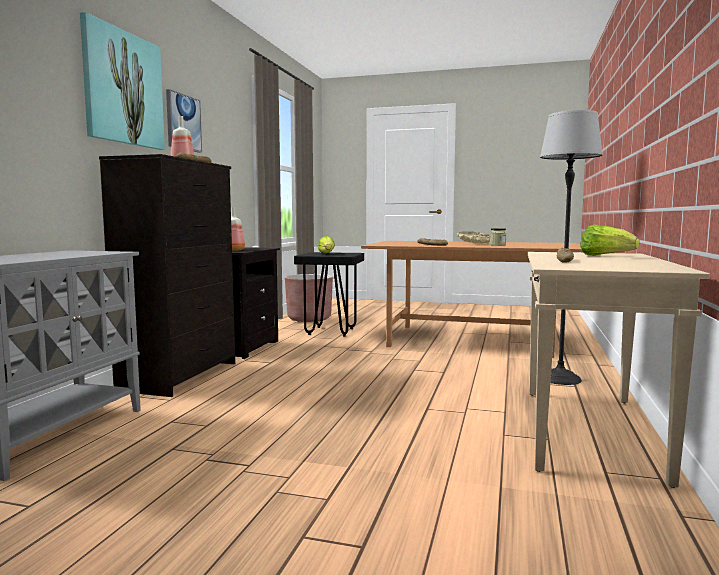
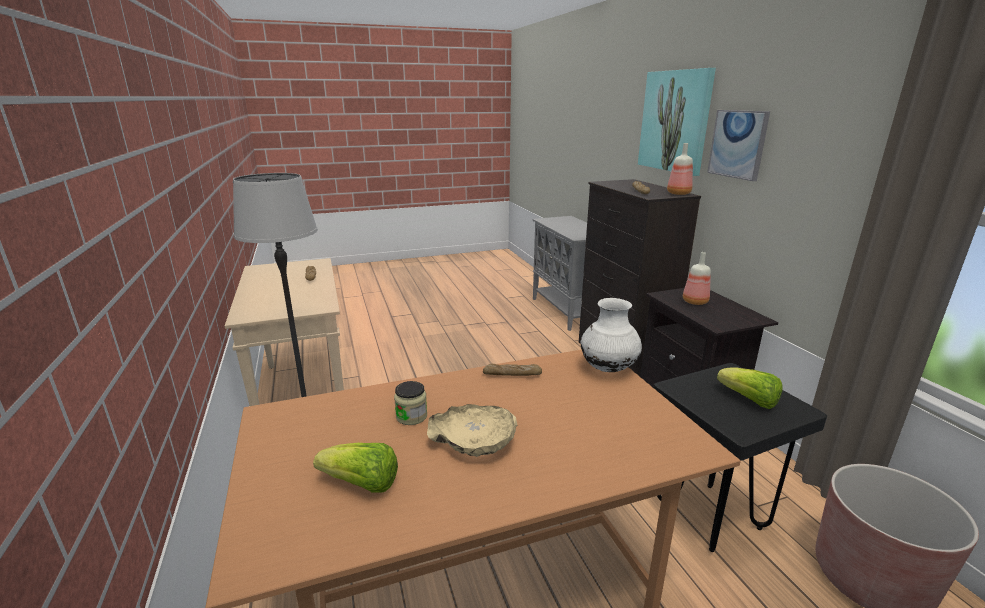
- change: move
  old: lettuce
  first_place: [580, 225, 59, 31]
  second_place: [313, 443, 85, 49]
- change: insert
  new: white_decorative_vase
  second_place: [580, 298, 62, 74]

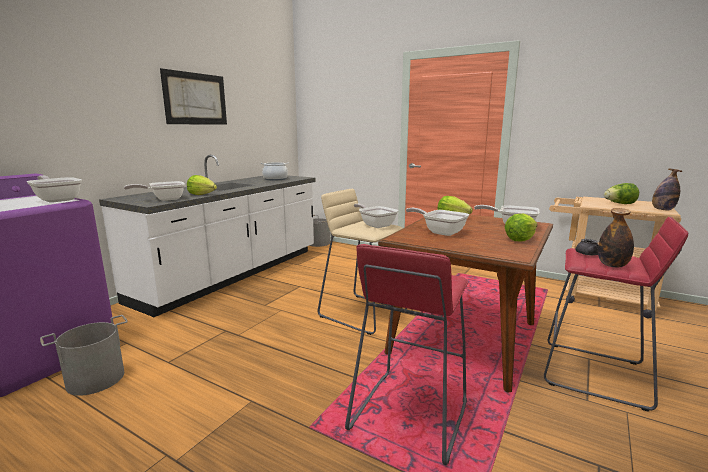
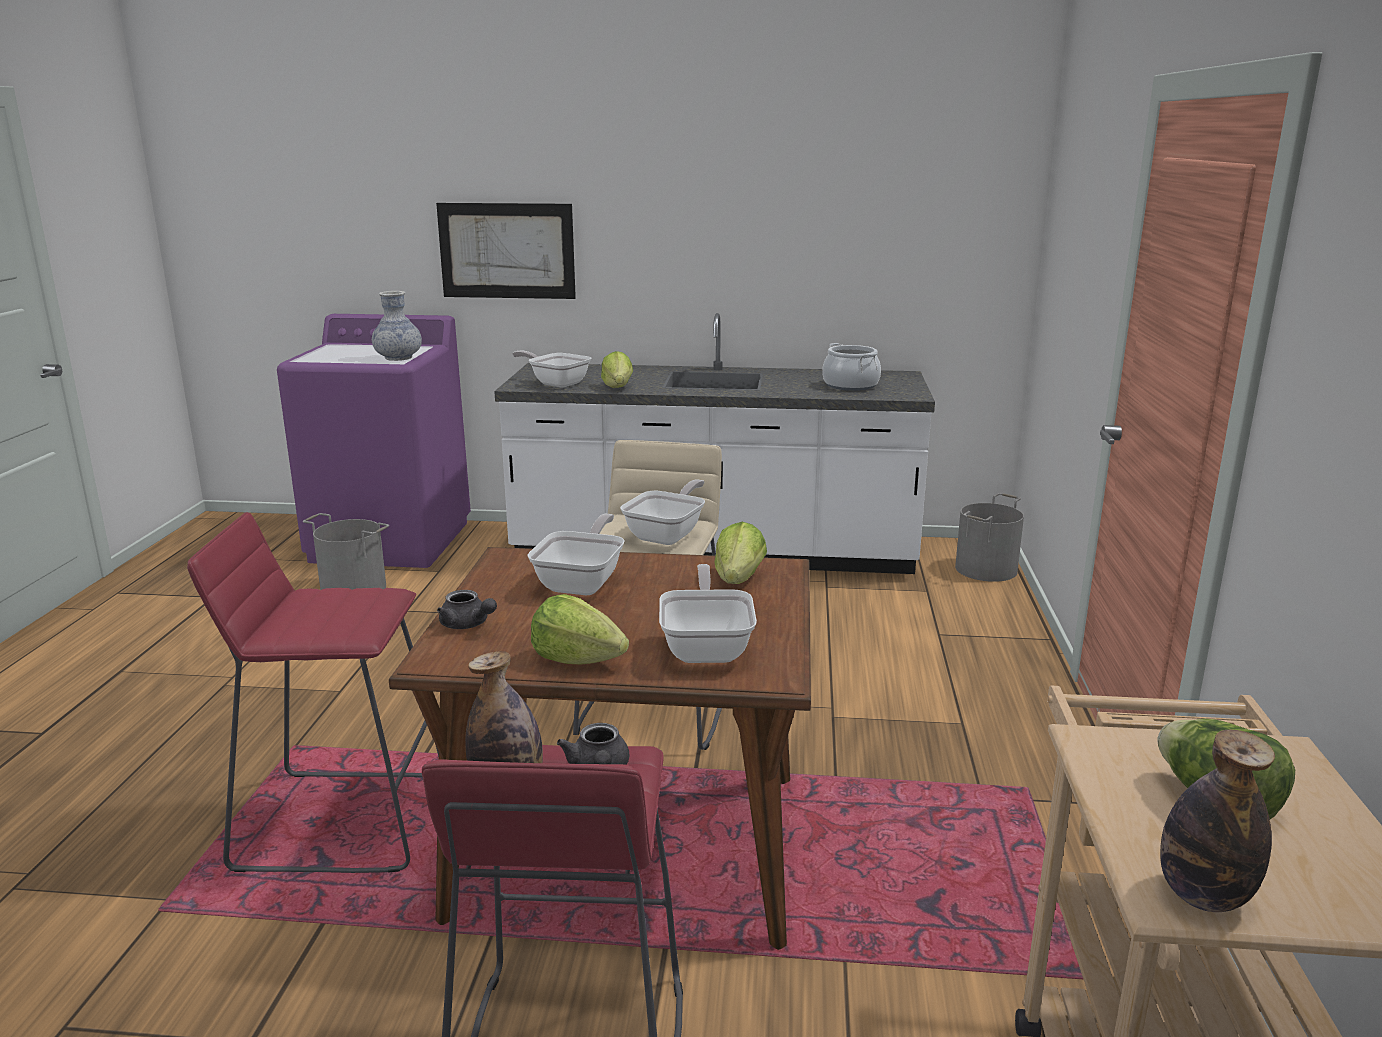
- change: replace
  old: frying_pan
  new: decorative_vase
  first_place: [27, 175, 55, 28]
  second_place: [372, 291, 50, 70]
- change: move
  old: wall_picture
  first_place: [160, 68, 67, 57]
  second_place: [436, 203, 140, 96]
- change: insert
  new: greyish_teapot
  second_place: [437, 590, 60, 39]

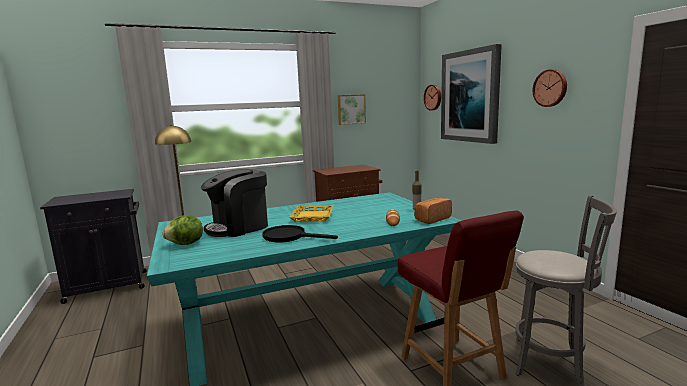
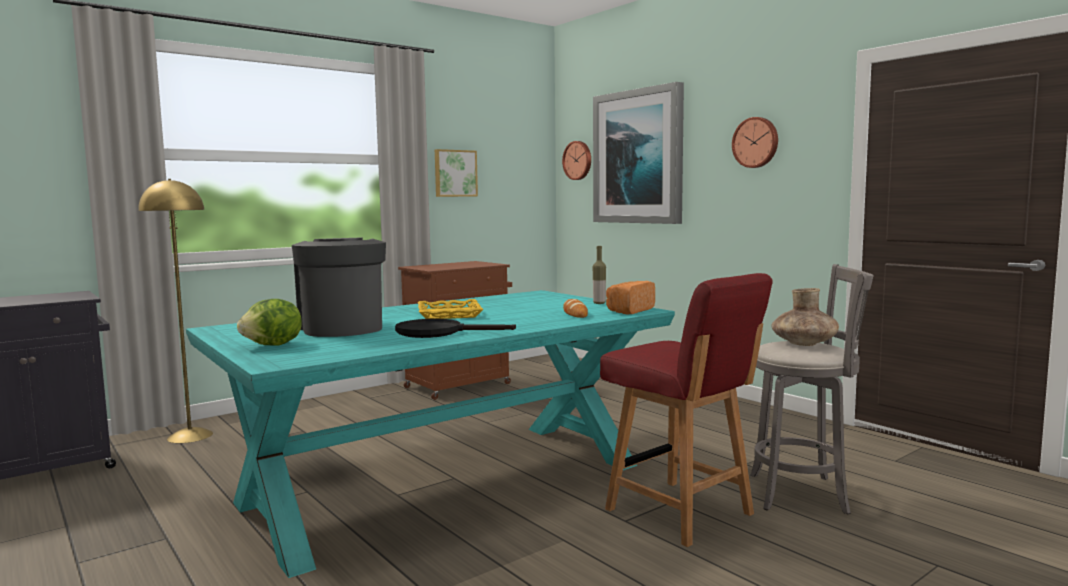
- change: rotate
  old: coffee_brewer
  first_place: [201, 169, 67, 68]
  second_place: [292, 237, 94, 100]
  degrees: 120
- change: insert
  new: brown_decorative_vase
  second_place: [772, 288, 67, 58]

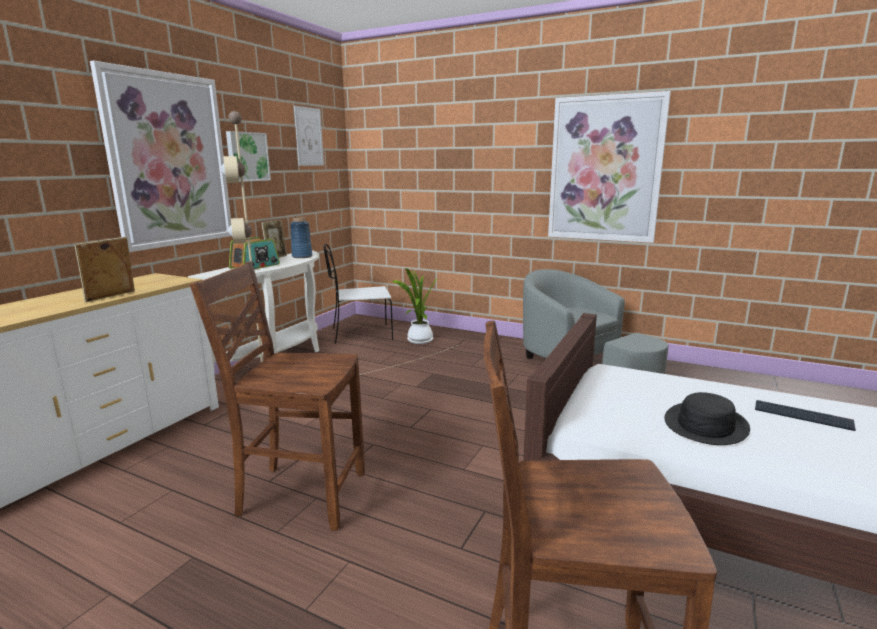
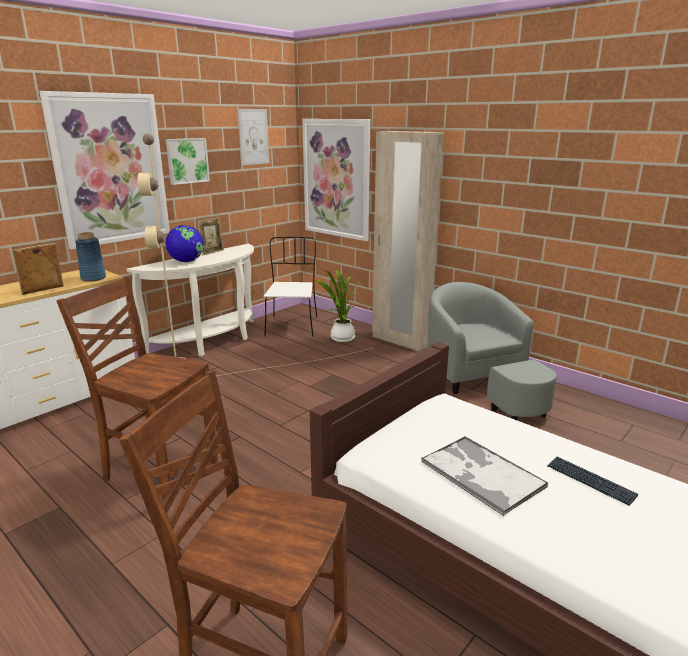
- change: move
  old: blue-coloured_decorative_vase
  first_place: [290, 217, 22, 41]
  second_place: [75, 232, 31, 50]
- change: replace
  old: radio_receiver
  new: desk_globe
  first_place: [229, 237, 51, 32]
  second_place: [166, 225, 38, 37]
- change: rotate
  old: white_chair
  first_place: [324, 244, 69, 100]
  second_place: [264, 237, 53, 100]
  degrees: 90
- change: move
  old: wall_picture
  first_place: [548, 91, 123, 152]
  second_place: [302, 119, 68, 122]
- change: insert
  new: beige_armoire
  second_place: [372, 131, 72, 220]
- change: replace
  old: black-coloured_hat
  new: serving_tray
  first_place: [664, 392, 86, 53]
  second_place: [421, 436, 127, 80]

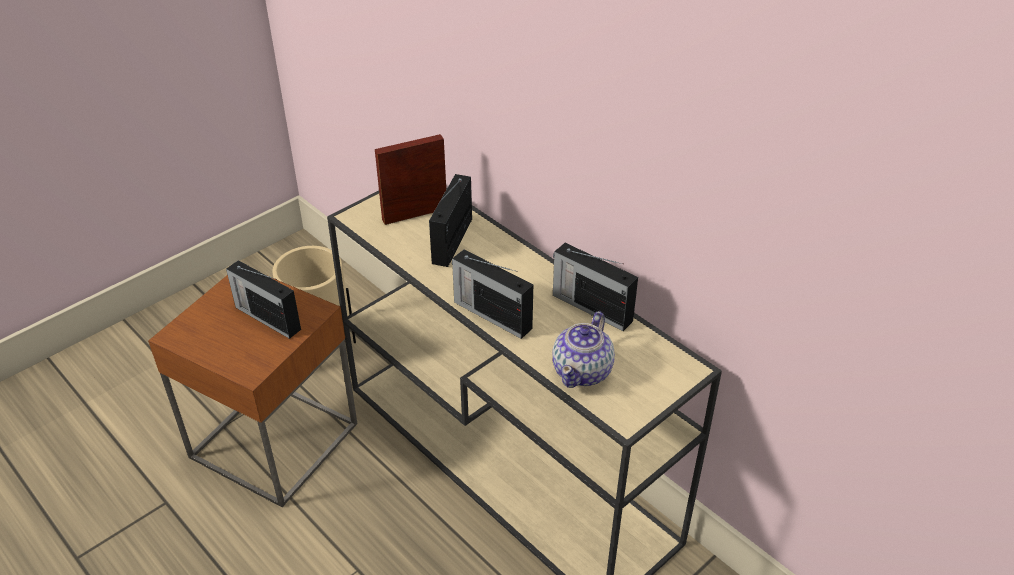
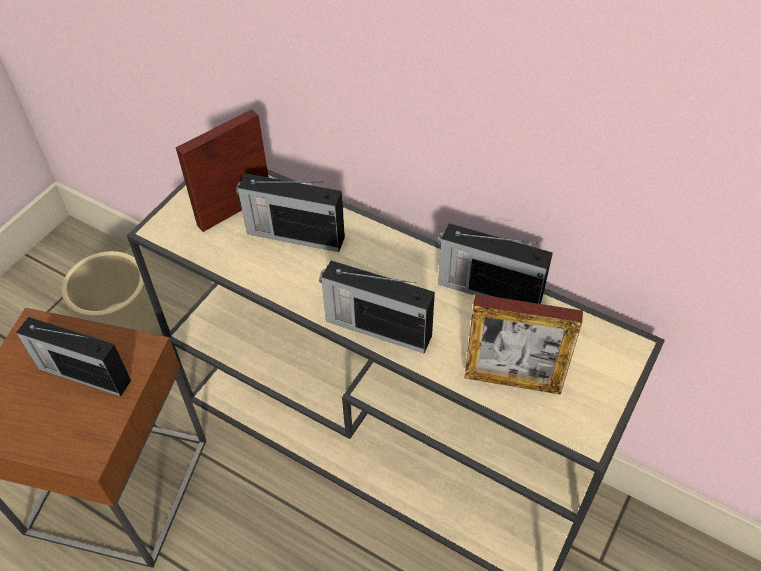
- change: rotate
  old: radio_receiver
  first_place: [429, 174, 43, 93]
  second_place: [236, 173, 109, 79]
  degrees: -75
- change: replace
  old: teapot
  new: picture_frame
  first_place: [552, 311, 63, 77]
  second_place: [464, 294, 119, 101]

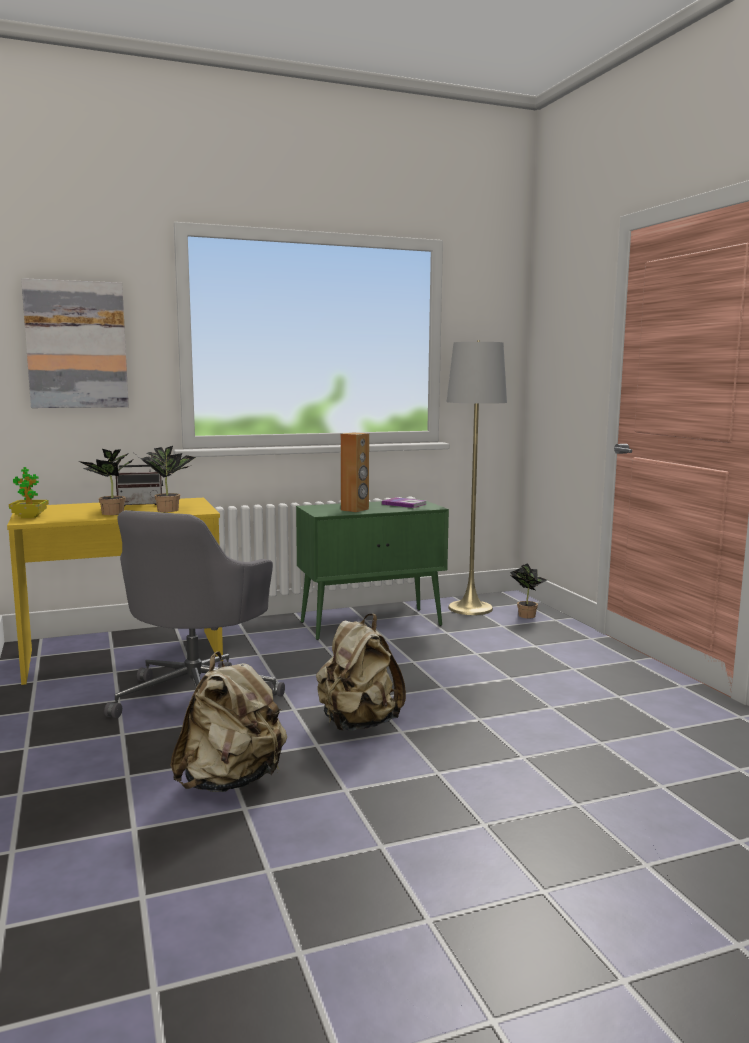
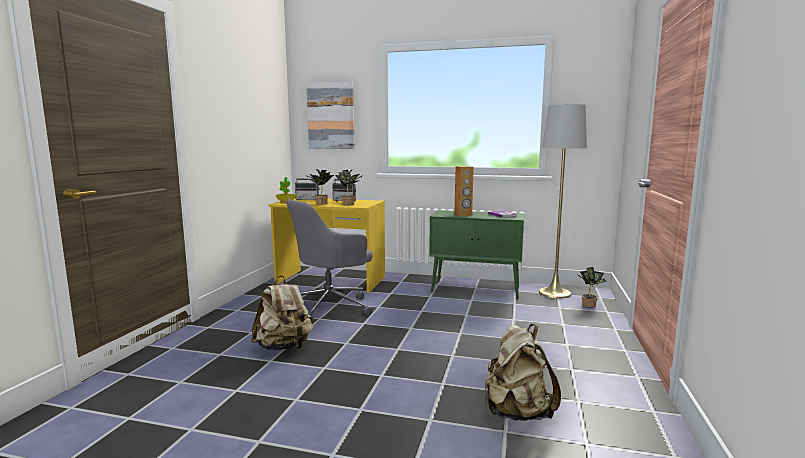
- change: insert
  new: radio_receiver
  second_place: [295, 172, 24, 28]
- change: move
  old: beige_knapsack
  first_place: [316, 614, 90, 117]
  second_place: [484, 324, 77, 97]

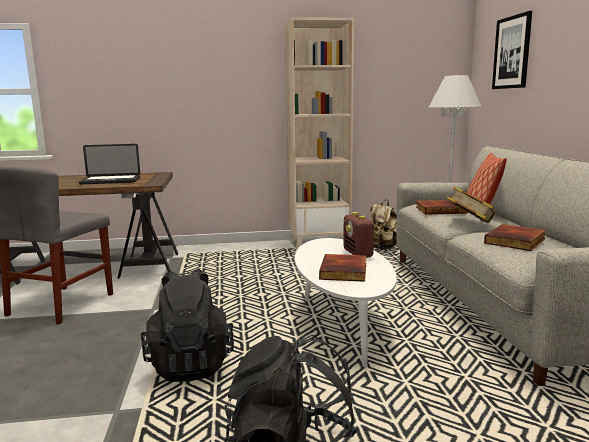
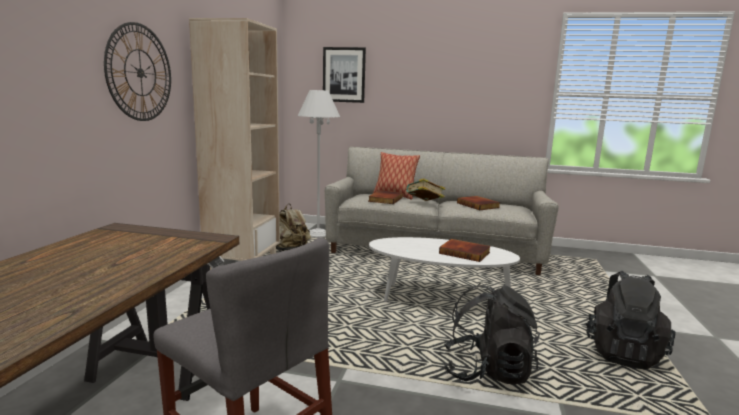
- change: insert
  new: wall_clock
  second_place: [104, 22, 67, 99]
- change: delete
  old: notebook_computer
  first_place: [79, 144, 61, 41]
- change: delete
  old: radio_receiver
  first_place: [343, 212, 33, 46]

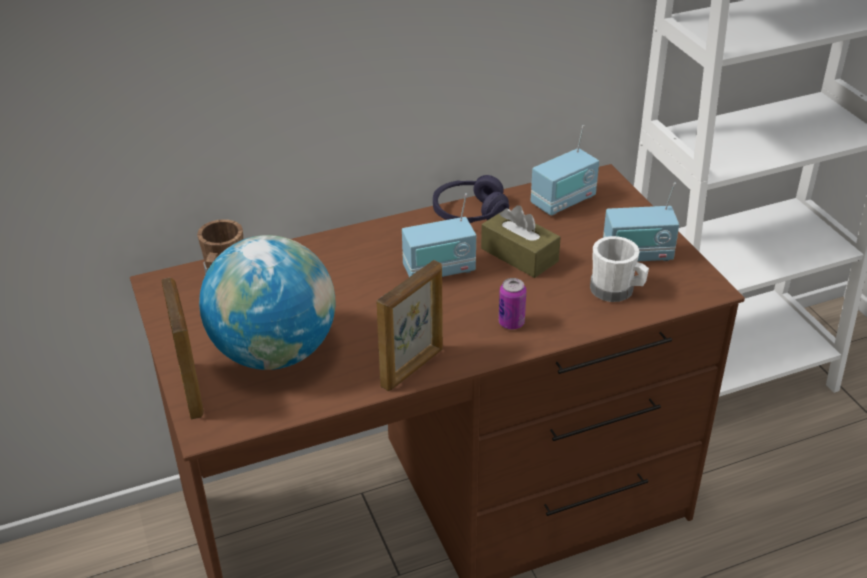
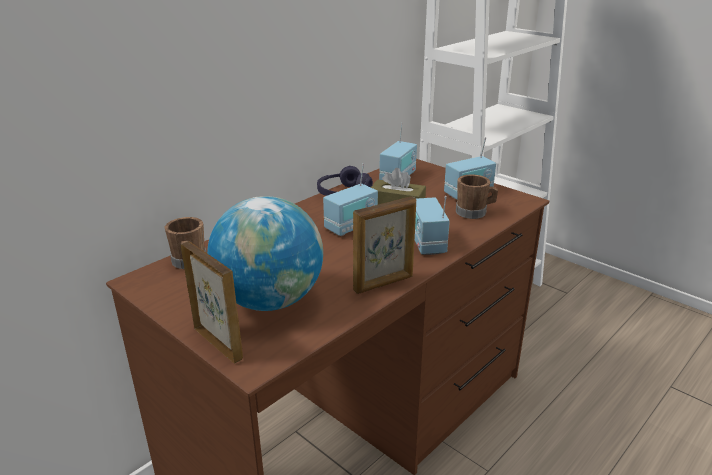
- change: rotate
  old: picture_frame
  first_place: [376, 260, 67, 131]
  second_place: [353, 196, 63, 98]
  degrees: 45
- change: replace
  old: can
  new: radio_receiver
  first_place: [499, 278, 27, 52]
  second_place: [415, 196, 35, 59]
- change: recolor
  old: white_tea_mug
  new: brown_tea_mug
  first_place: [590, 236, 59, 66]
  second_place: [456, 174, 42, 45]

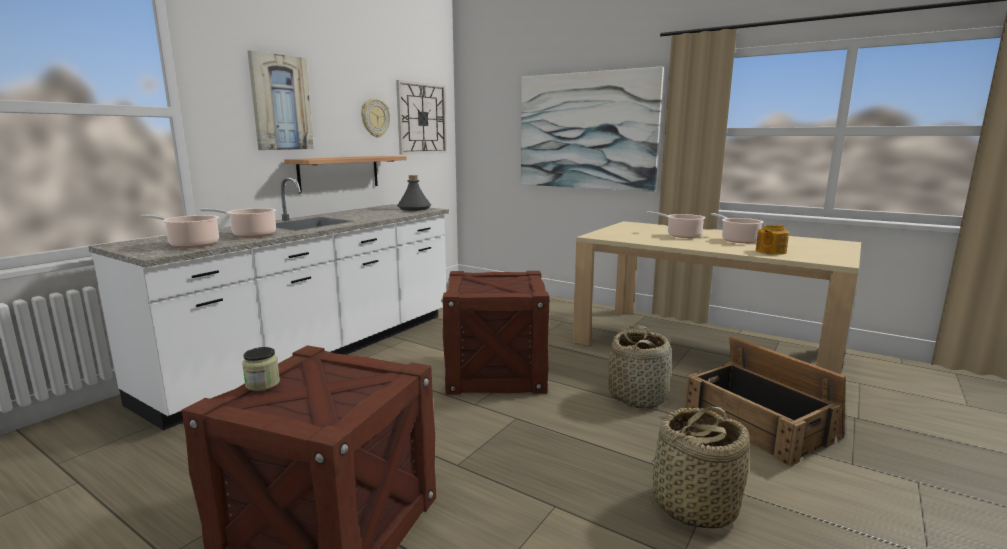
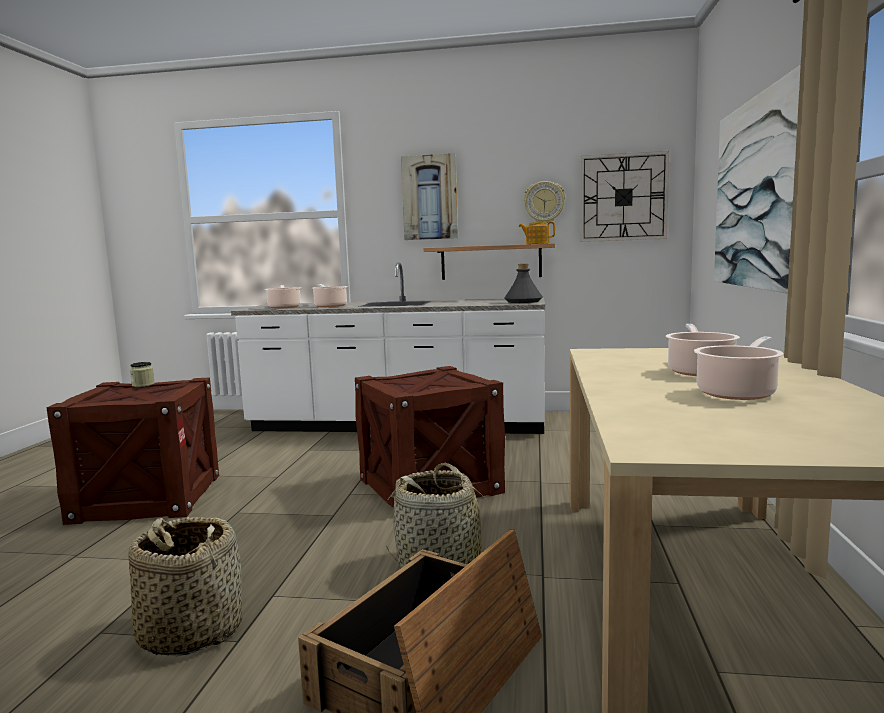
- change: move
  old: teapot
  first_place: [756, 224, 33, 31]
  second_place: [519, 222, 36, 22]

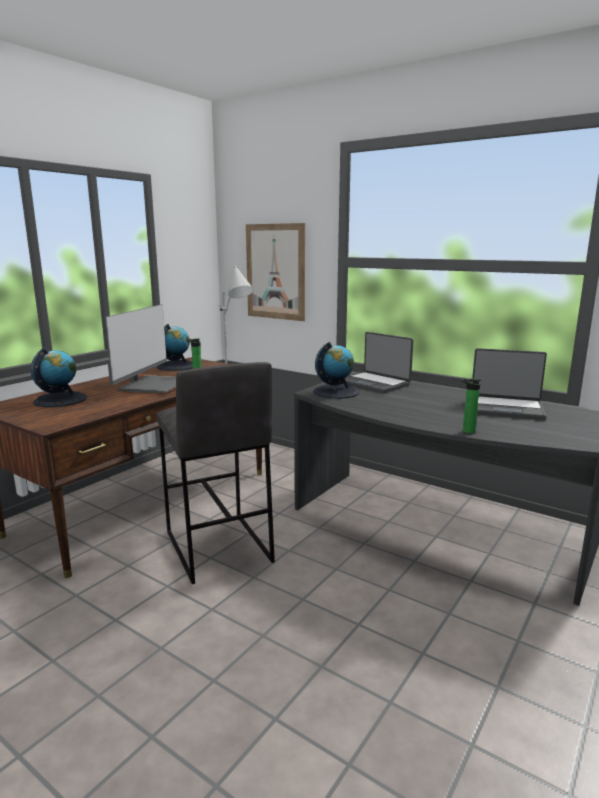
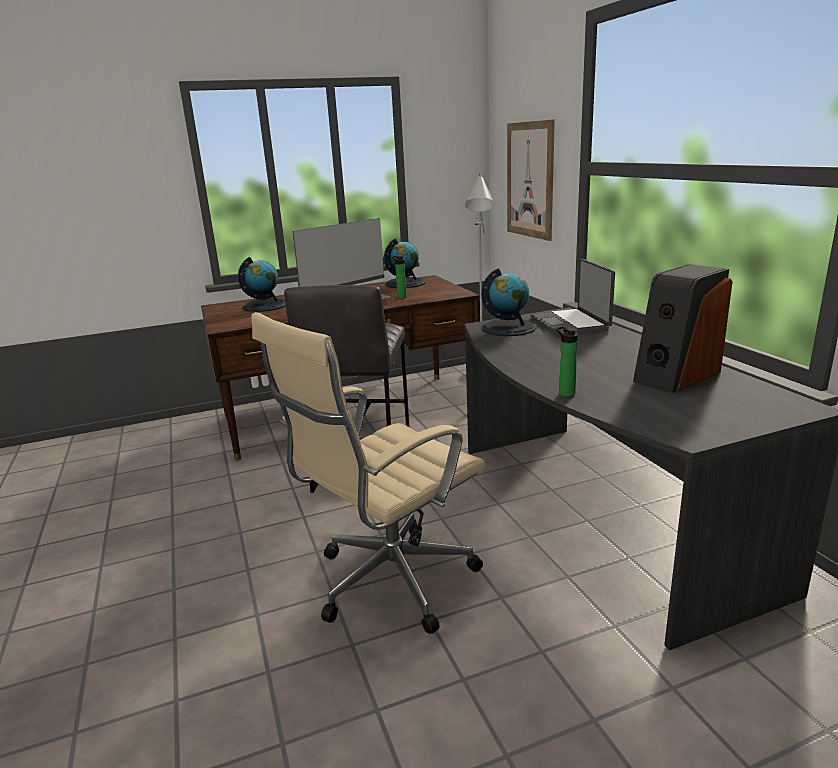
- change: insert
  new: beige_office_chair
  second_place: [251, 312, 234, 322]
- change: replace
  old: notebook_computer
  new: audio_speaker
  first_place: [472, 348, 75, 72]
  second_place: [633, 264, 100, 129]

